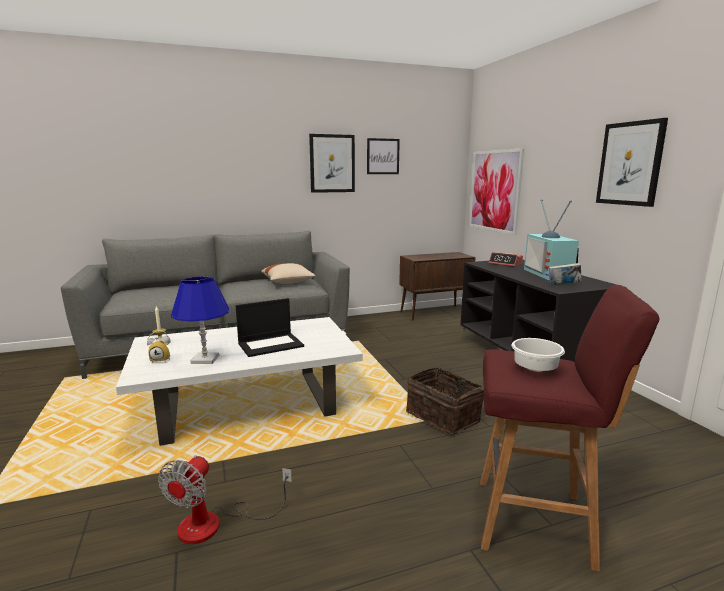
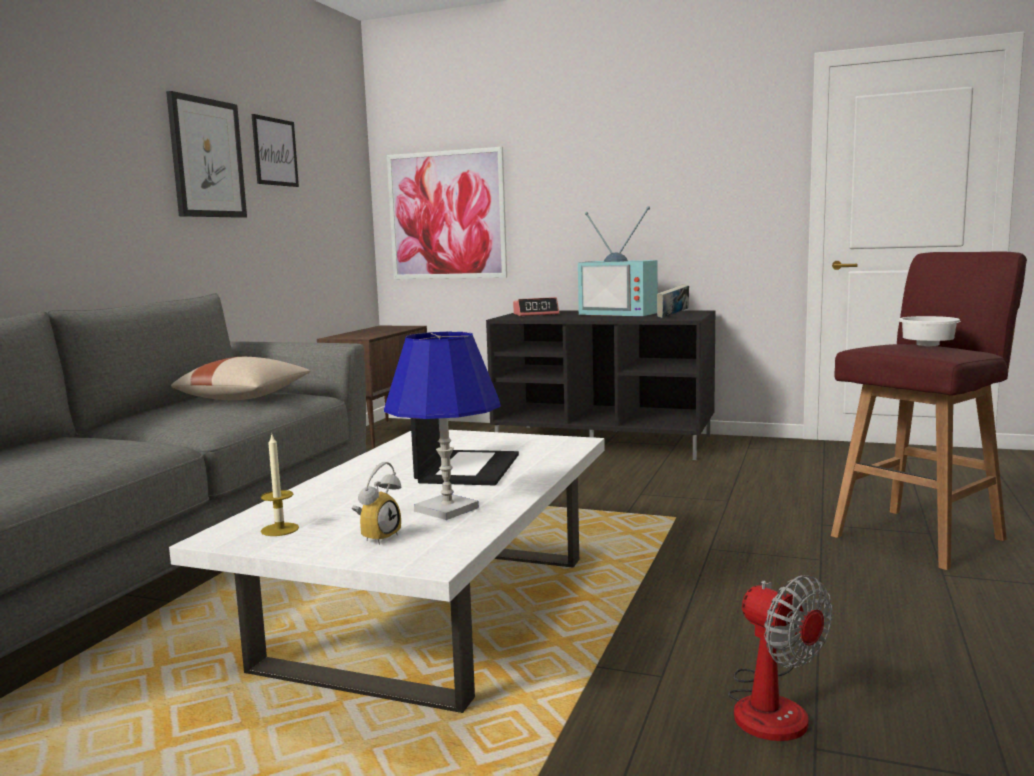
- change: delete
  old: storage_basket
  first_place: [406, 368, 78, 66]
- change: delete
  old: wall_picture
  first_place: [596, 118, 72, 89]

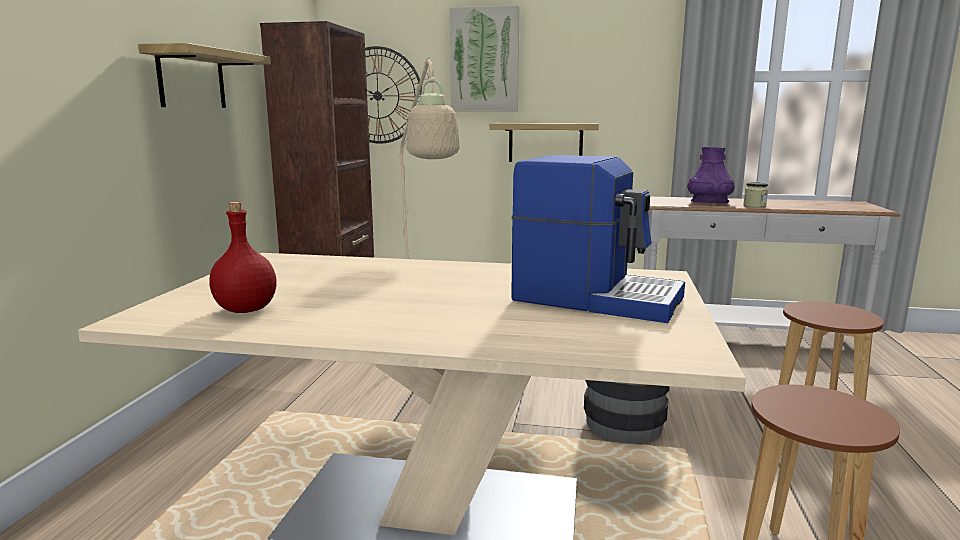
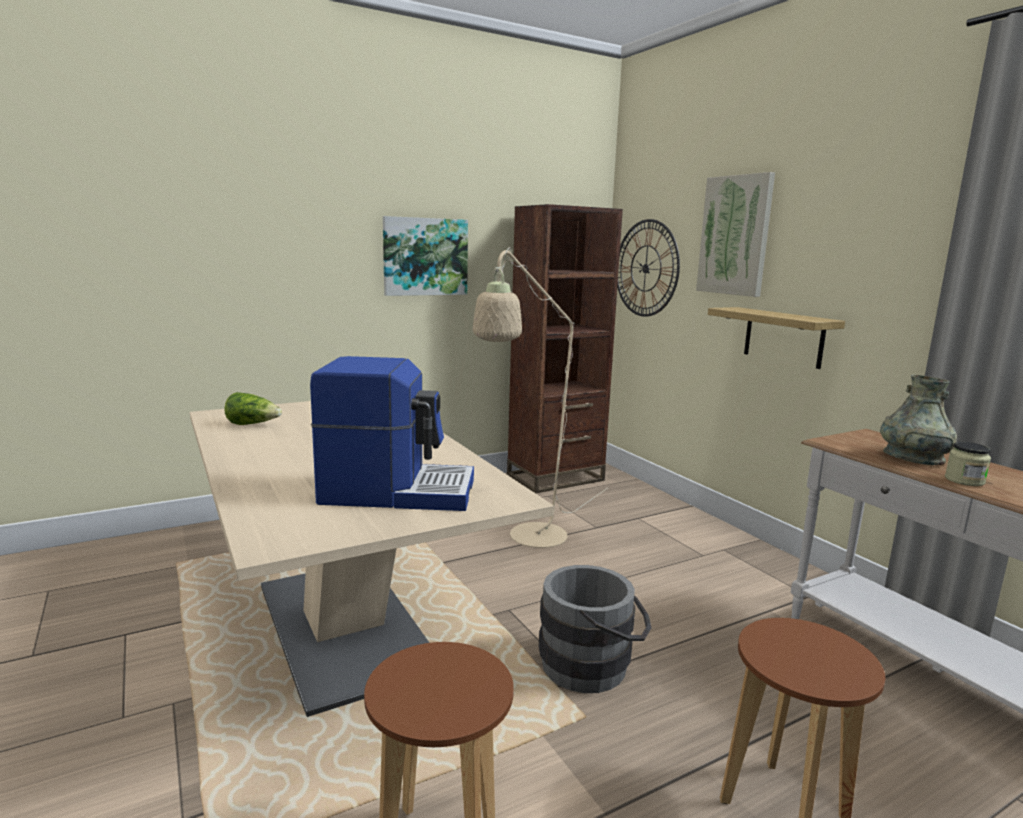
- change: replace
  old: reddish_drink_bottle
  new: lettuce
  first_place: [210, 202, 67, 111]
  second_place: [224, 392, 58, 33]
- change: rotate
  old: coffee_brewer
  first_place: [511, 155, 174, 168]
  second_place: [310, 356, 164, 155]
  degrees: -75
- change: replace
  old: bracket_shelf
  new: wall_picture
  first_place: [138, 43, 133, 65]
  second_place: [383, 216, 85, 80]
- change: recolor
  old: purplish_decorative_vase
  new: greyish_decorative_vase
  first_place: [687, 147, 48, 56]
  second_place: [880, 375, 77, 90]

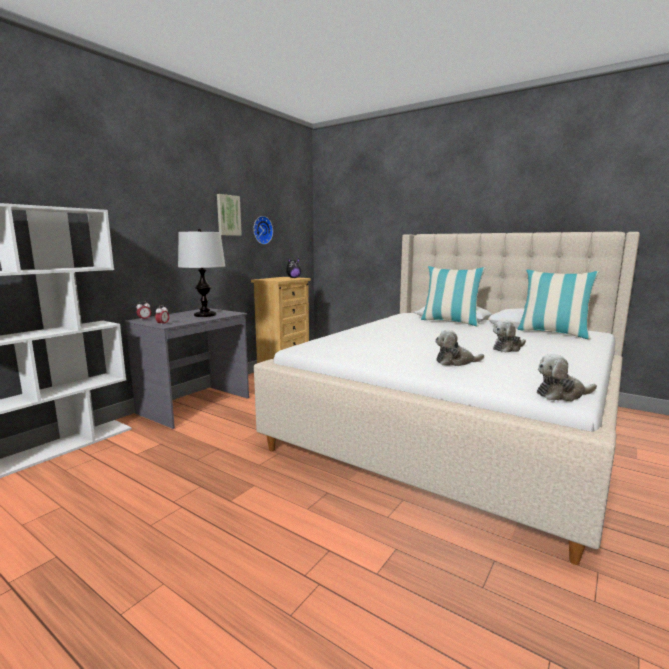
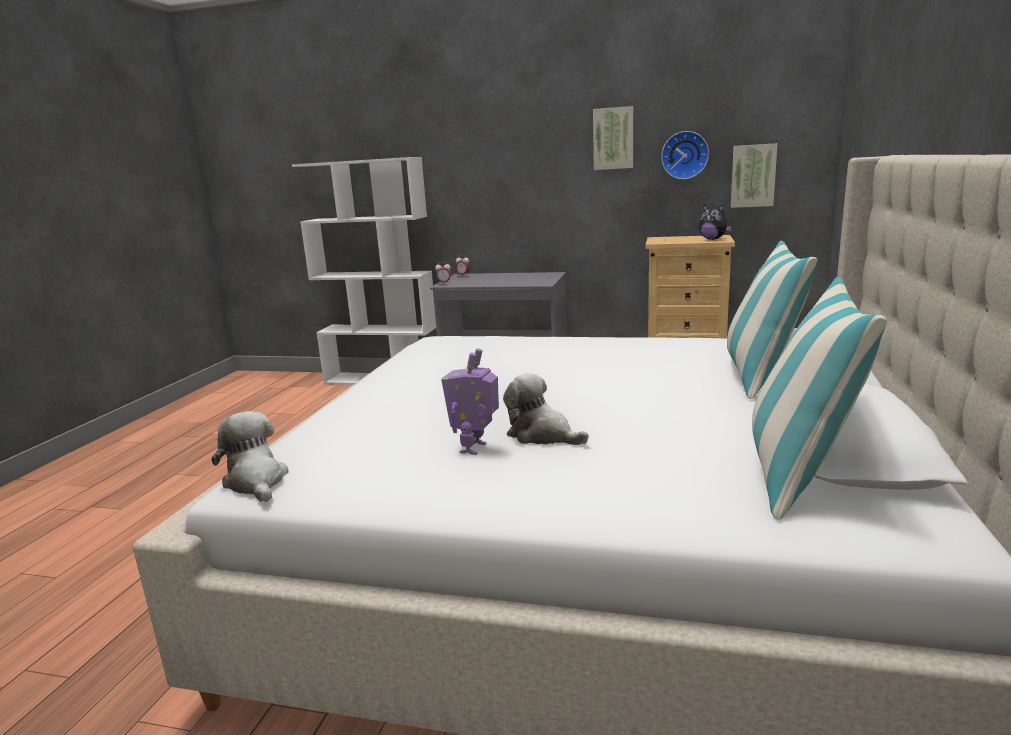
- change: insert
  new: robot_figure
  second_place: [441, 348, 58, 107]
- change: insert
  new: wall_picture
  second_place: [731, 143, 47, 65]
- change: delete
  old: tabletop_lamp
  first_place: [178, 229, 47, 88]
- change: delete
  old: cuddly_toy
  first_place: [435, 330, 49, 36]

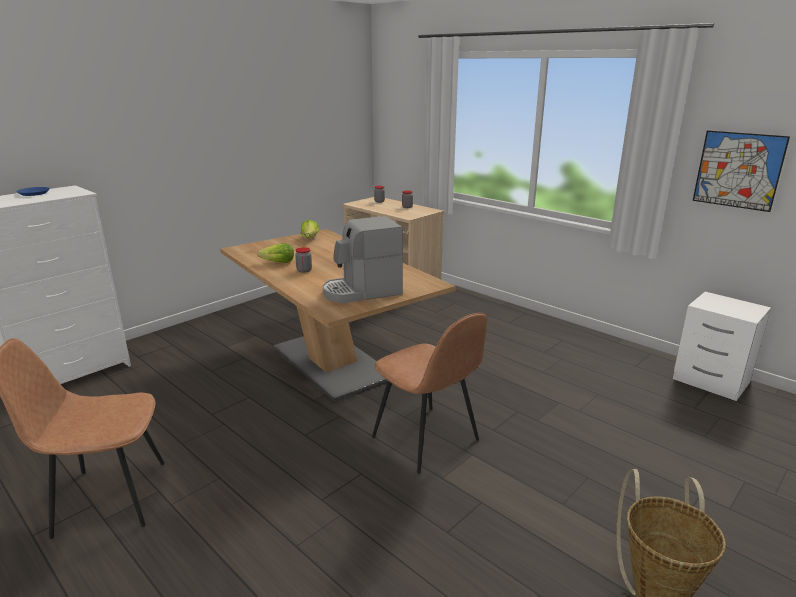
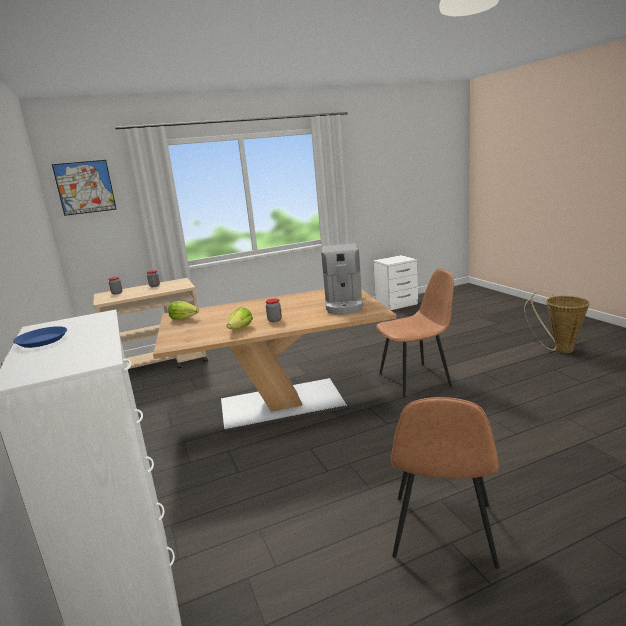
- change: move
  old: wall_picture
  first_place: [693, 130, 97, 82]
  second_place: [52, 160, 65, 56]

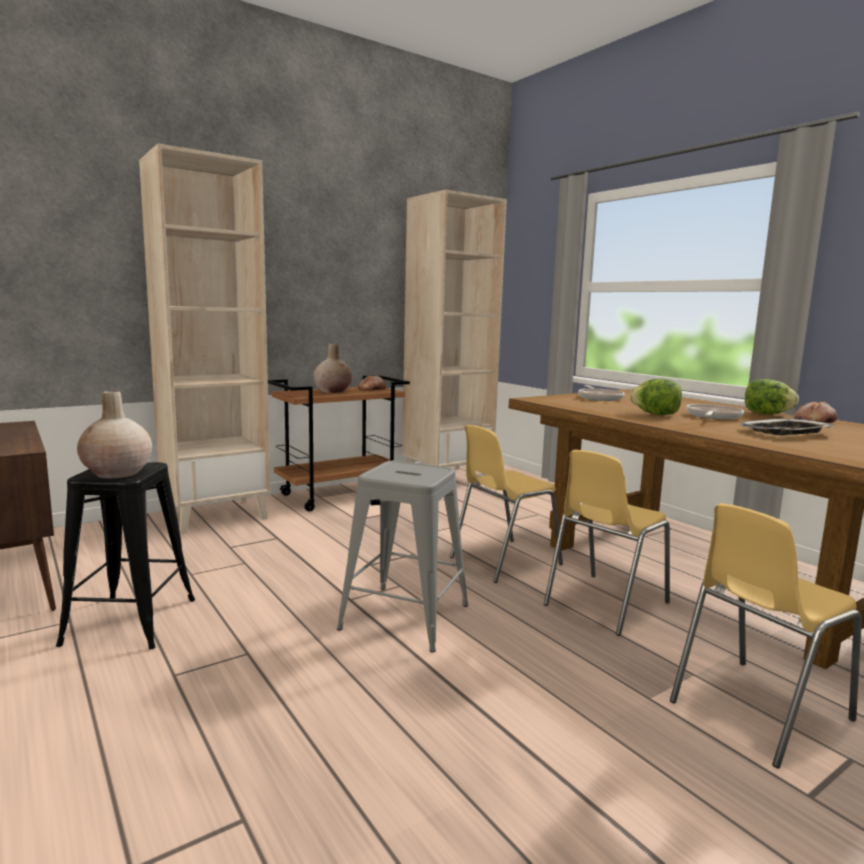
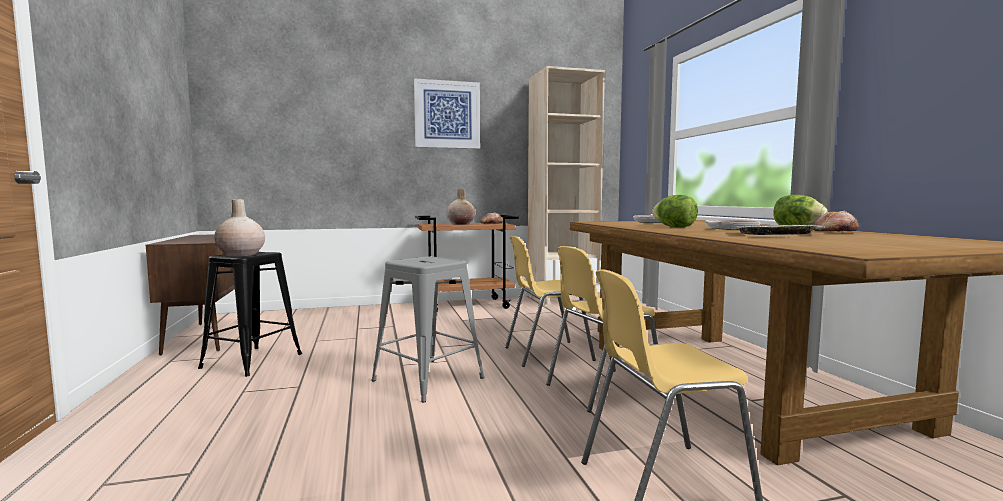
- change: insert
  new: wall_picture
  second_place: [414, 78, 66, 71]
- change: delete
  old: beige_shelving_unit
  first_place: [139, 143, 132, 391]

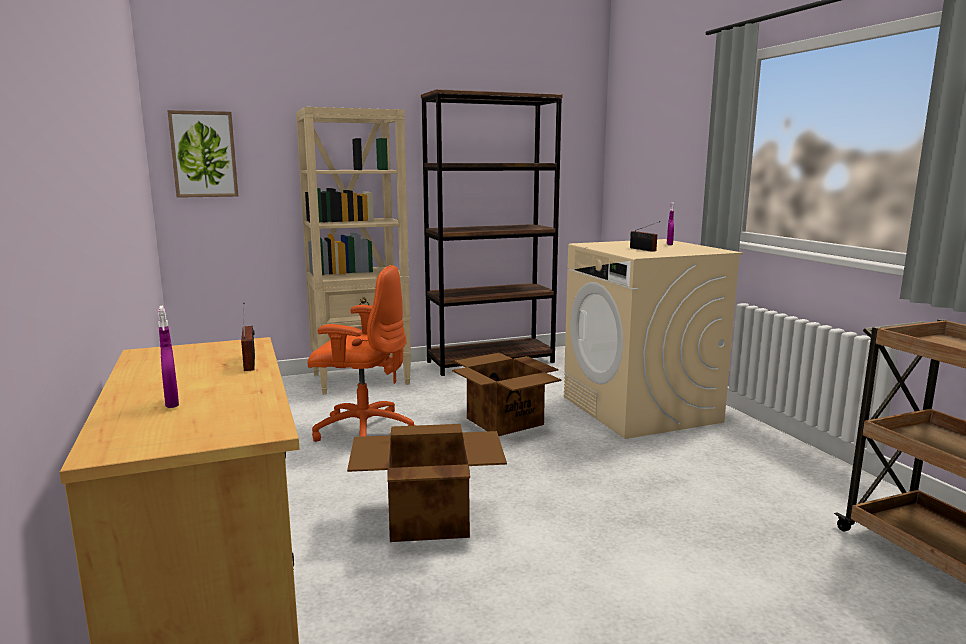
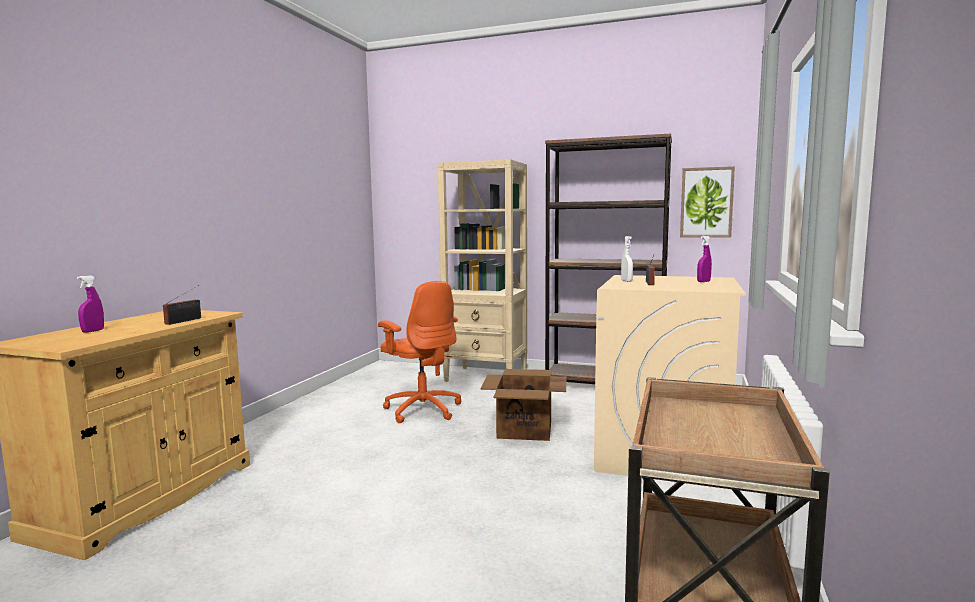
- change: insert
  new: white_spray_bottle
  second_place: [621, 236, 12, 46]
- change: move
  old: wall_picture
  first_place: [167, 110, 71, 88]
  second_place: [680, 166, 55, 71]
- change: delete
  old: packing_box
  first_place: [347, 424, 160, 118]

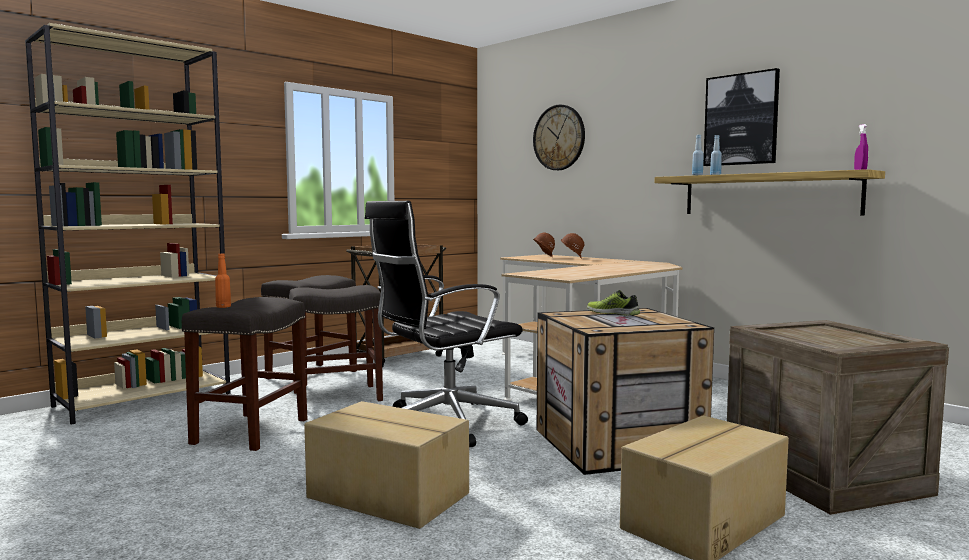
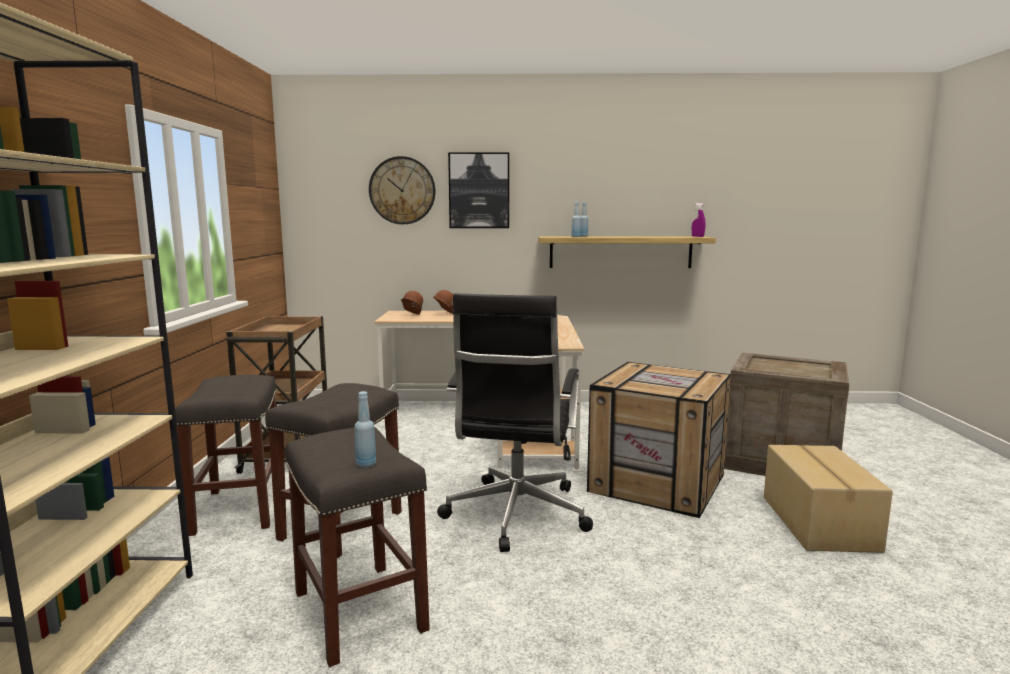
- change: recolor
  old: orange-coloured_drink_bottle
  new: blue-coloured_drink_bottle
  first_place: [215, 254, 16, 54]
  second_place: [355, 391, 21, 76]
- change: move
  old: wall_picture
  first_place: [703, 68, 77, 98]
  second_place: [448, 152, 61, 76]
- change: delete
  old: packing_box
  first_place: [304, 401, 165, 128]
- change: delete
  old: shoe
  first_place: [587, 290, 53, 26]

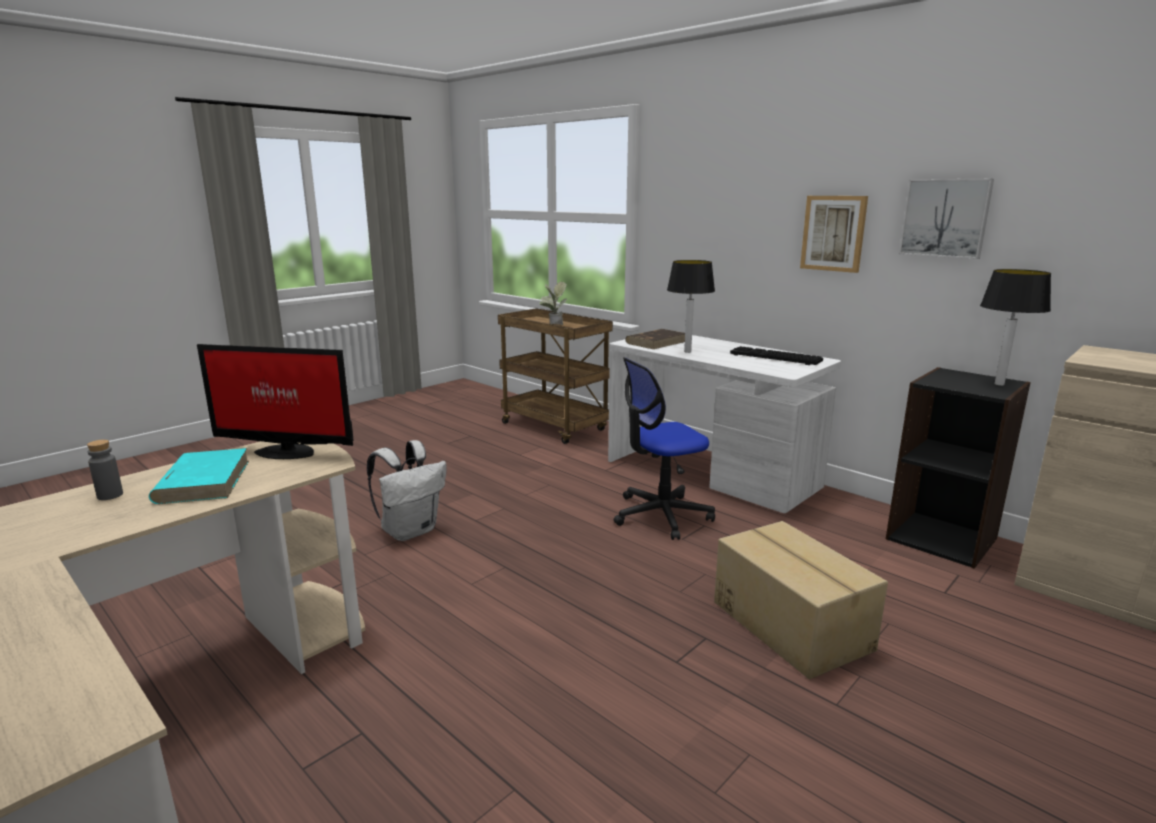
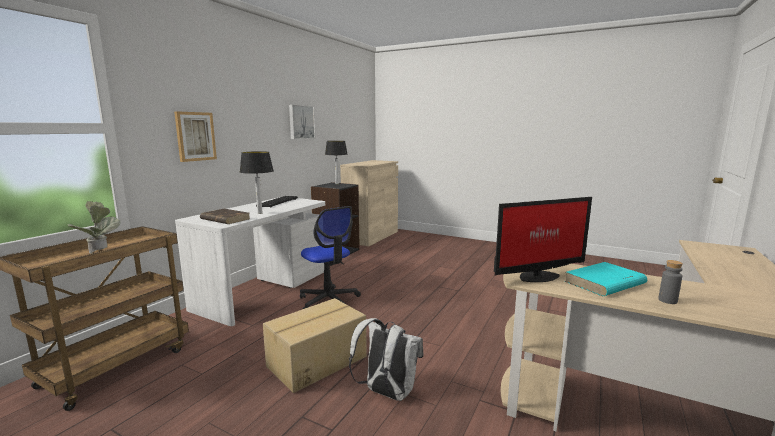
- change: move
  old: wall_picture
  first_place: [800, 196, 68, 77]
  second_place: [174, 111, 43, 51]
- change: move
  old: packing_box
  first_place: [714, 521, 174, 158]
  second_place: [263, 298, 104, 95]
- change: rotate
  old: computer_screen
  first_place: [197, 344, 156, 115]
  second_place: [494, 197, 98, 85]
  degrees: 75

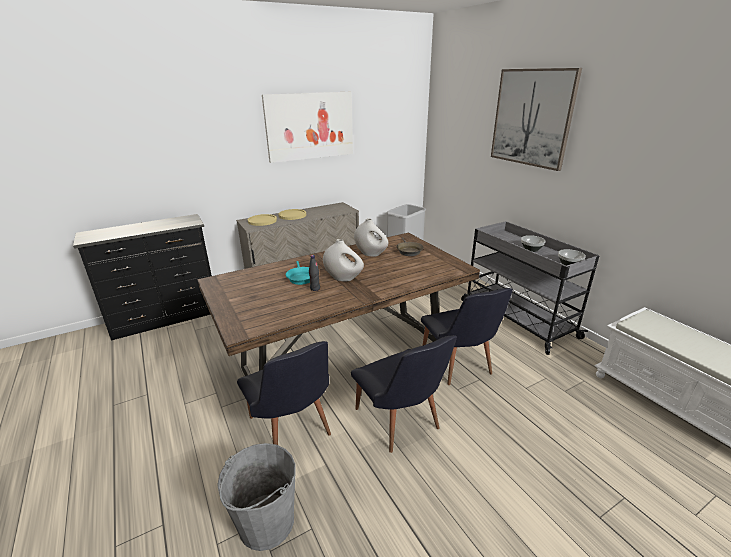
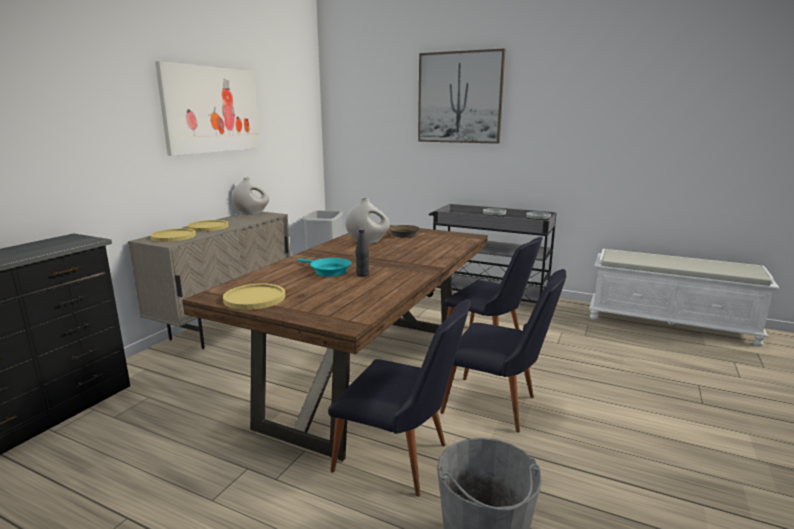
- change: insert
  new: yellow-coloured_plate
  second_place: [223, 284, 62, 26]
- change: move
  old: white_decorative_vase
  first_place: [323, 239, 41, 42]
  second_place: [232, 178, 37, 37]

